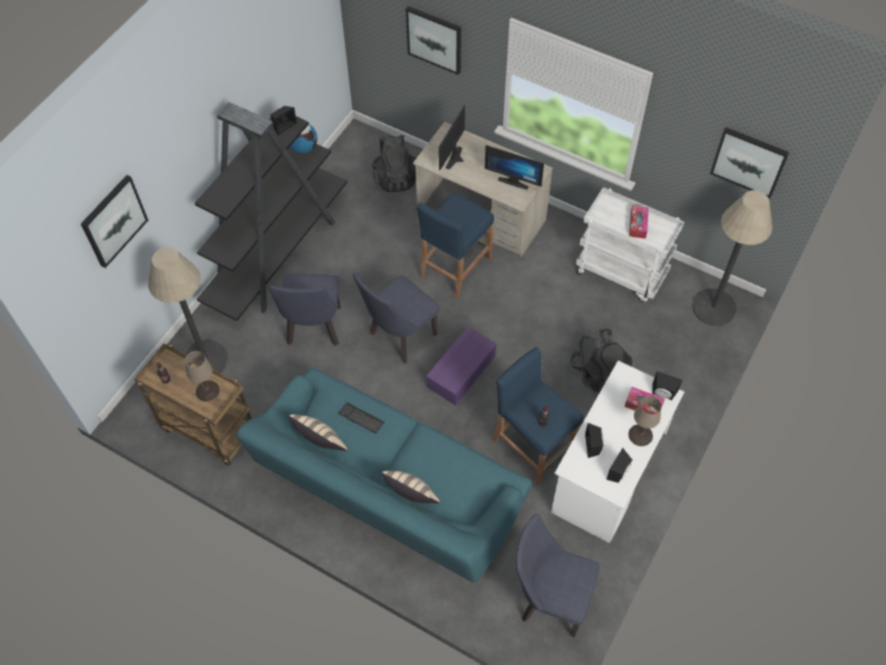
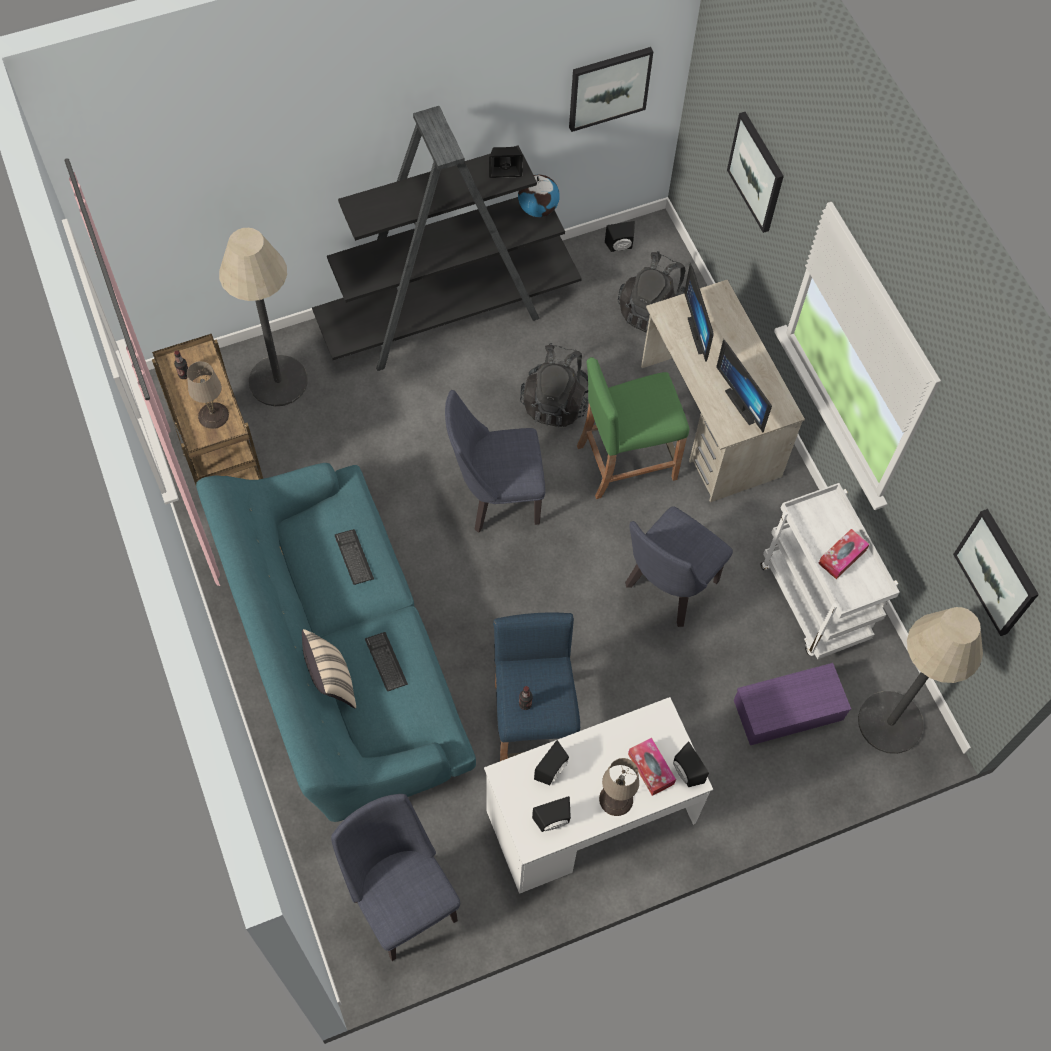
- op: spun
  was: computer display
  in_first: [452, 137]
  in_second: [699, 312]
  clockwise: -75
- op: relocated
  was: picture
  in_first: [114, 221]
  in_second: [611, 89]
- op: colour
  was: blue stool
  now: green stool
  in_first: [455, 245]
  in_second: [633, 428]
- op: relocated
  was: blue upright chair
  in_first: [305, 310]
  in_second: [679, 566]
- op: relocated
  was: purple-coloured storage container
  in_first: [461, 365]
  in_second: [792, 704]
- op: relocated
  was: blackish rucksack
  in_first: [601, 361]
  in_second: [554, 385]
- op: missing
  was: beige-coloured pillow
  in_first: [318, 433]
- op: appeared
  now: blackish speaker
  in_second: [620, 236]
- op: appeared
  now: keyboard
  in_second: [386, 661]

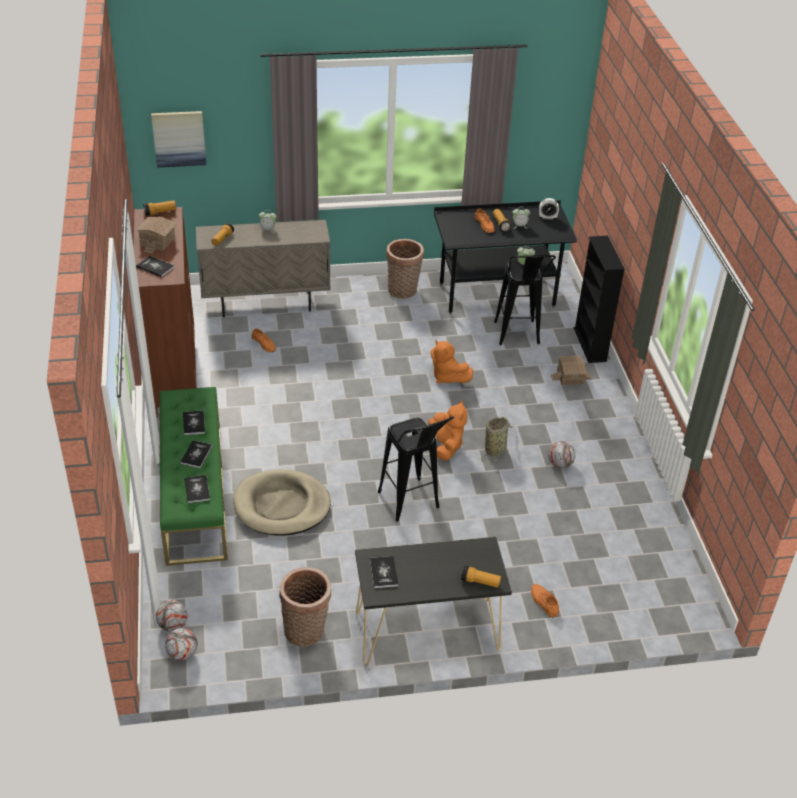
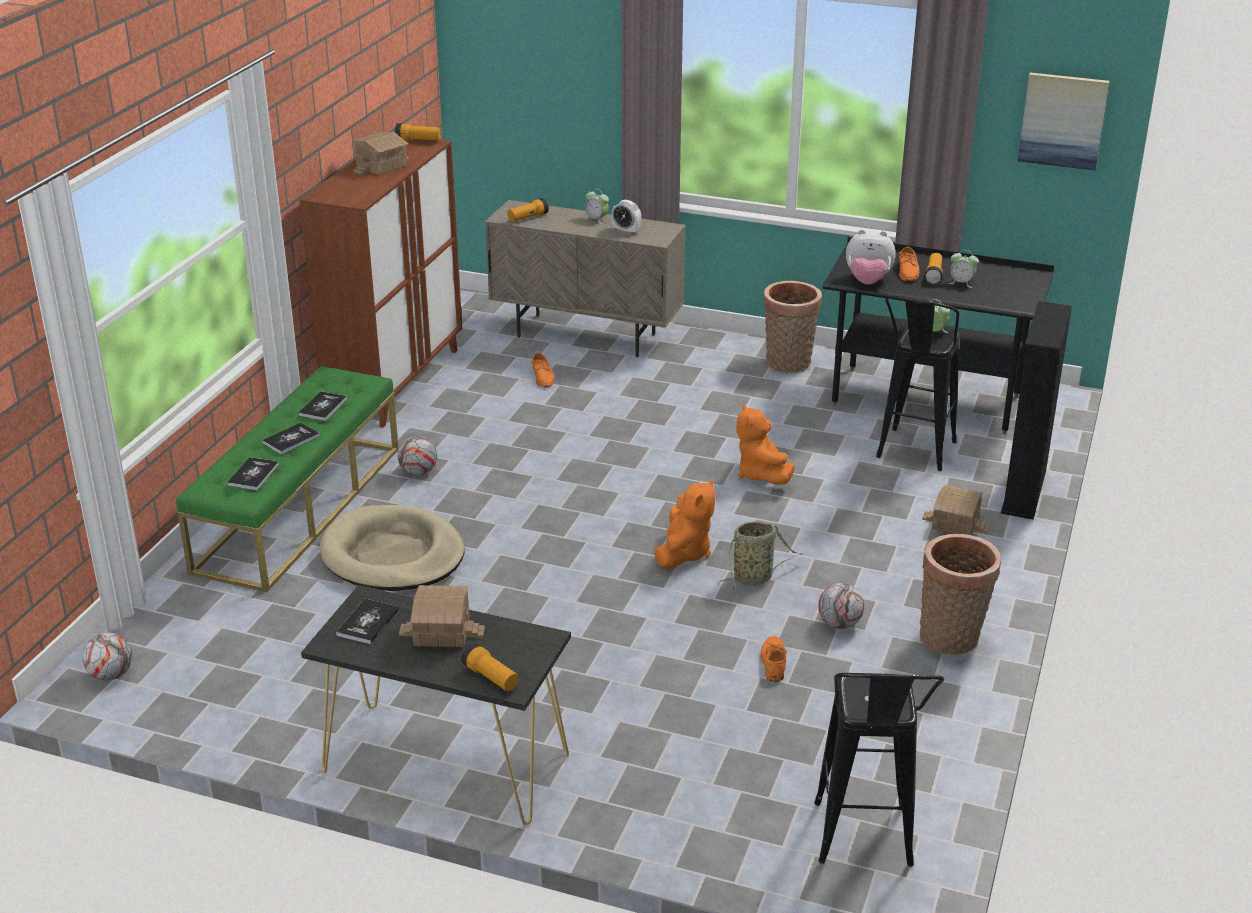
- op: relocated
  was: picture
  in_first: [178, 139]
  in_second: [1064, 122]
- op: relocated
  was: table clock
  in_first: [549, 209]
  in_second: [626, 217]
- op: missing
  was: book
  in_first: [155, 267]
- op: relocated
  was: blackish stool
  in_first: [416, 469]
  in_second: [879, 770]
- op: relocated
  was: storage basket
  in_first: [305, 607]
  in_second: [960, 594]
- op: relocated
  was: orangey item of footwear
  in_first: [545, 600]
  in_second: [773, 659]
- op: relocated
  was: football ball
  in_first: [171, 616]
  in_second: [417, 456]
- op: appeared
  now: plush toy
  in_second: [871, 257]
- op: appeared
  now: toy house
  in_second: [442, 616]

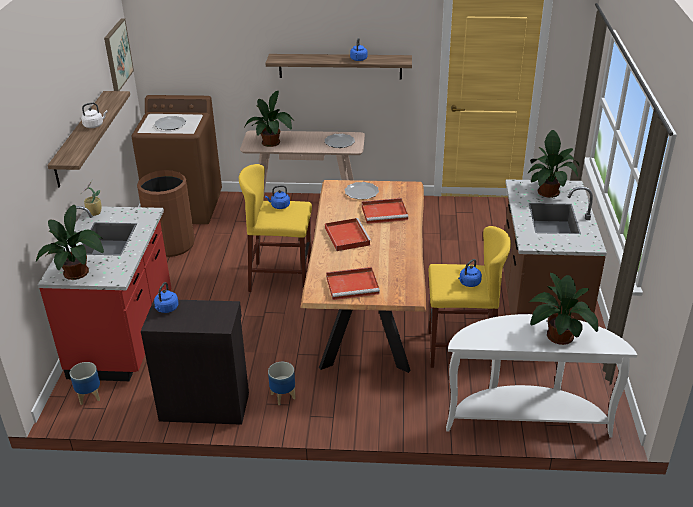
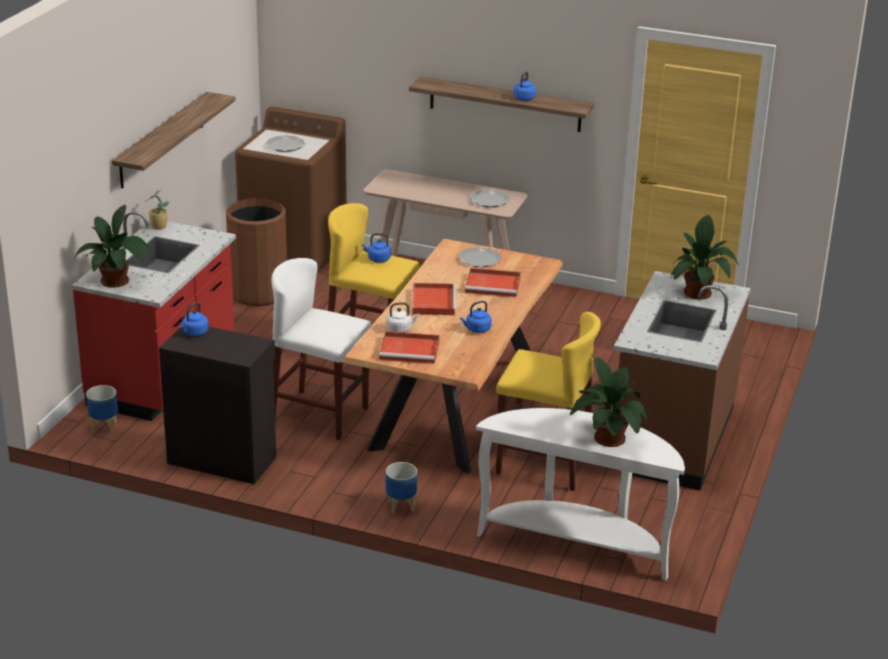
- op: missing
  was: picture
  in_first: [119, 54]
- op: missing
  was: houseplant
  in_first: [269, 119]
- op: relocated
  was: white-coloured tea kettle
  in_first: [94, 115]
  in_second: [402, 317]
- op: relocated
  was: blue tea kettle
  in_first: [470, 273]
  in_second: [476, 317]
- op: relocated
  was: plant pot
  in_first: [282, 383]
  in_second: [401, 488]
- op: appeared
  now: white-coloured stool
  in_second: [321, 349]

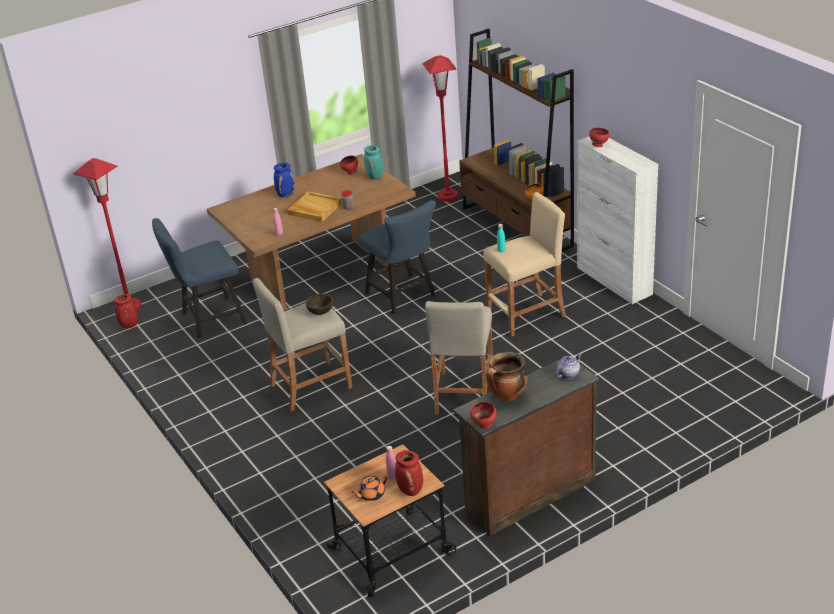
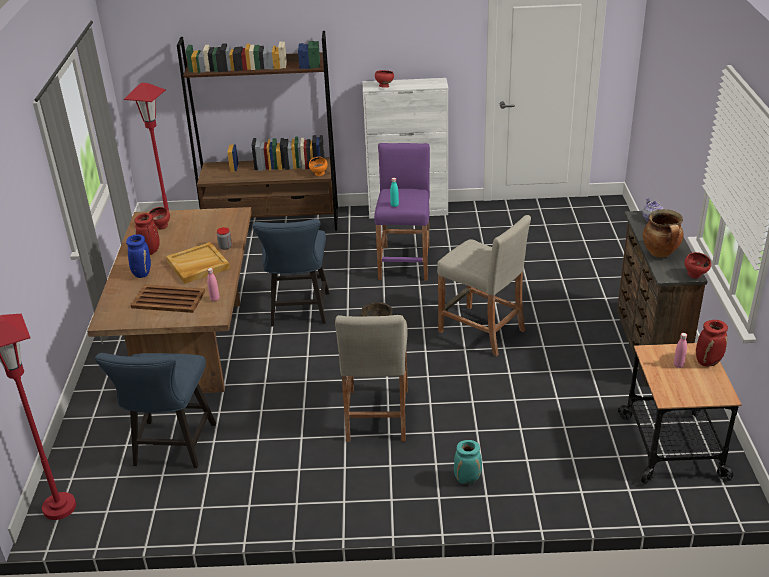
- op: relocated
  was: blue-green decorative vase
  in_first: [373, 162]
  in_second: [468, 462]
- op: colour
  was: beige-coloured stool
  now: purple-coloured stool
  in_first: [525, 264]
  in_second: [402, 212]
- op: spun
  was: blue upright chair
  in_first: [397, 257]
  in_second: [291, 273]
  clockwise: 90
- op: relocated
  was: red-coloured decorative vase
  in_first: [126, 311]
  in_second: [147, 234]
- op: missing
  was: orangey pot for tea
  in_first: [369, 488]
- op: appeared
  now: brown carrying tray
  in_second: [168, 298]

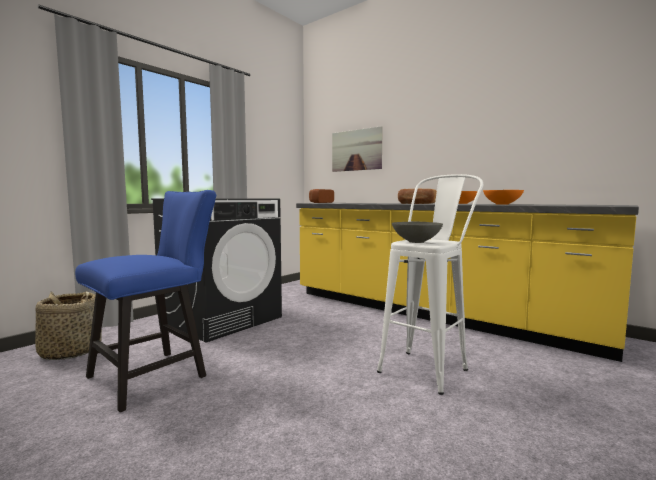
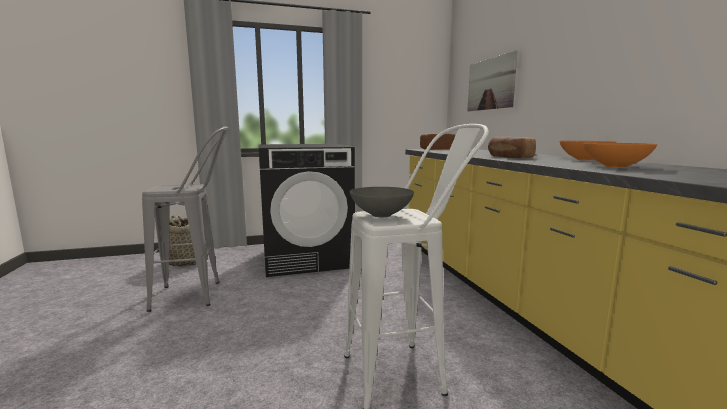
- op: exchanged
  was: blue upright chair
  now: greyish stool
  in_first: [145, 301]
  in_second: [185, 219]

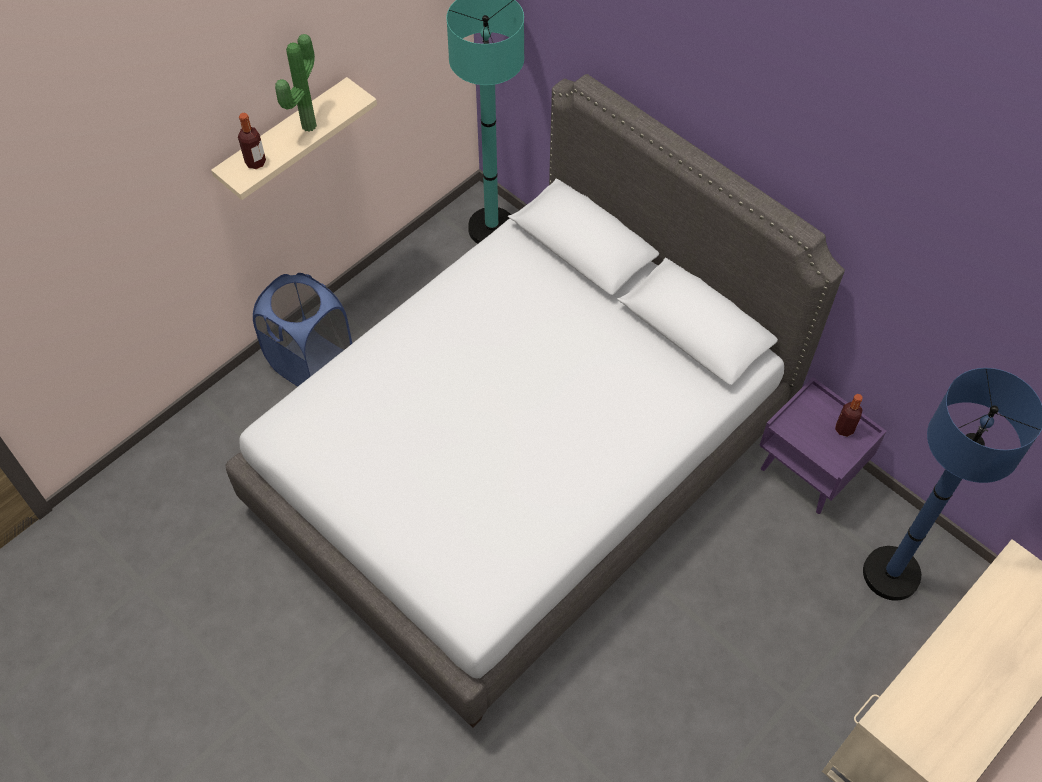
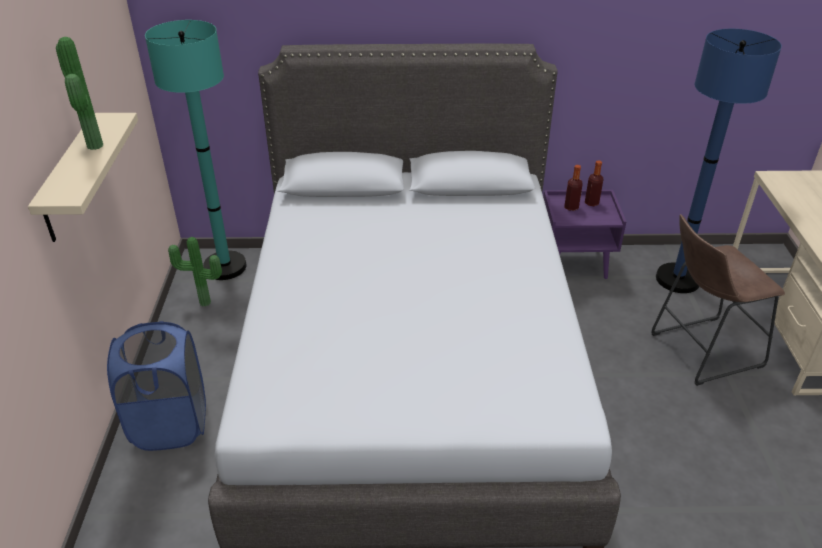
- op: relocated
  was: beverage bottle
  in_first: [252, 141]
  in_second: [573, 188]
- op: appeared
  now: brown stool
  in_second: [718, 300]
- op: appeared
  now: houseplant
  in_second: [195, 271]

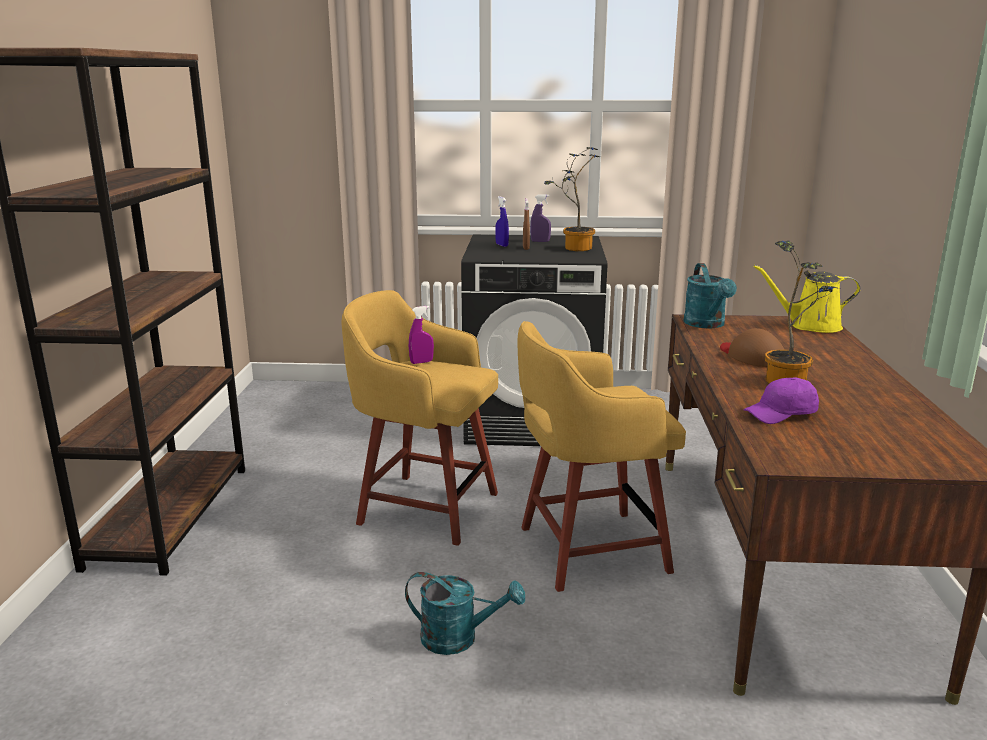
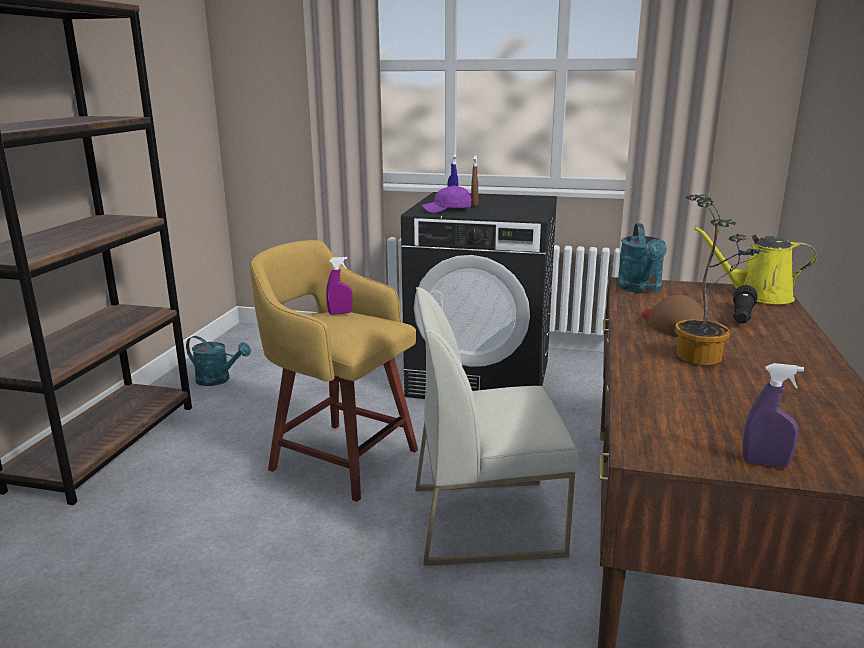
- op: missing
  was: houseplant
  in_first: [572, 199]
- op: relocated
  was: purple-coloured spray bottle
  in_first: [540, 218]
  in_second: [773, 415]
- op: exchanged
  was: yellow-coloured stool
  now: white-coloured upright chair
  in_first: [602, 456]
  in_second: [496, 426]
- op: relocated
  was: purple-coloured cap
  in_first: [781, 400]
  in_second: [447, 199]
- op: relocated
  was: blue-green watering can
  in_first: [465, 613]
  in_second: [218, 361]
- op: appeared
  now: blackish flashlight
  in_second: [745, 304]

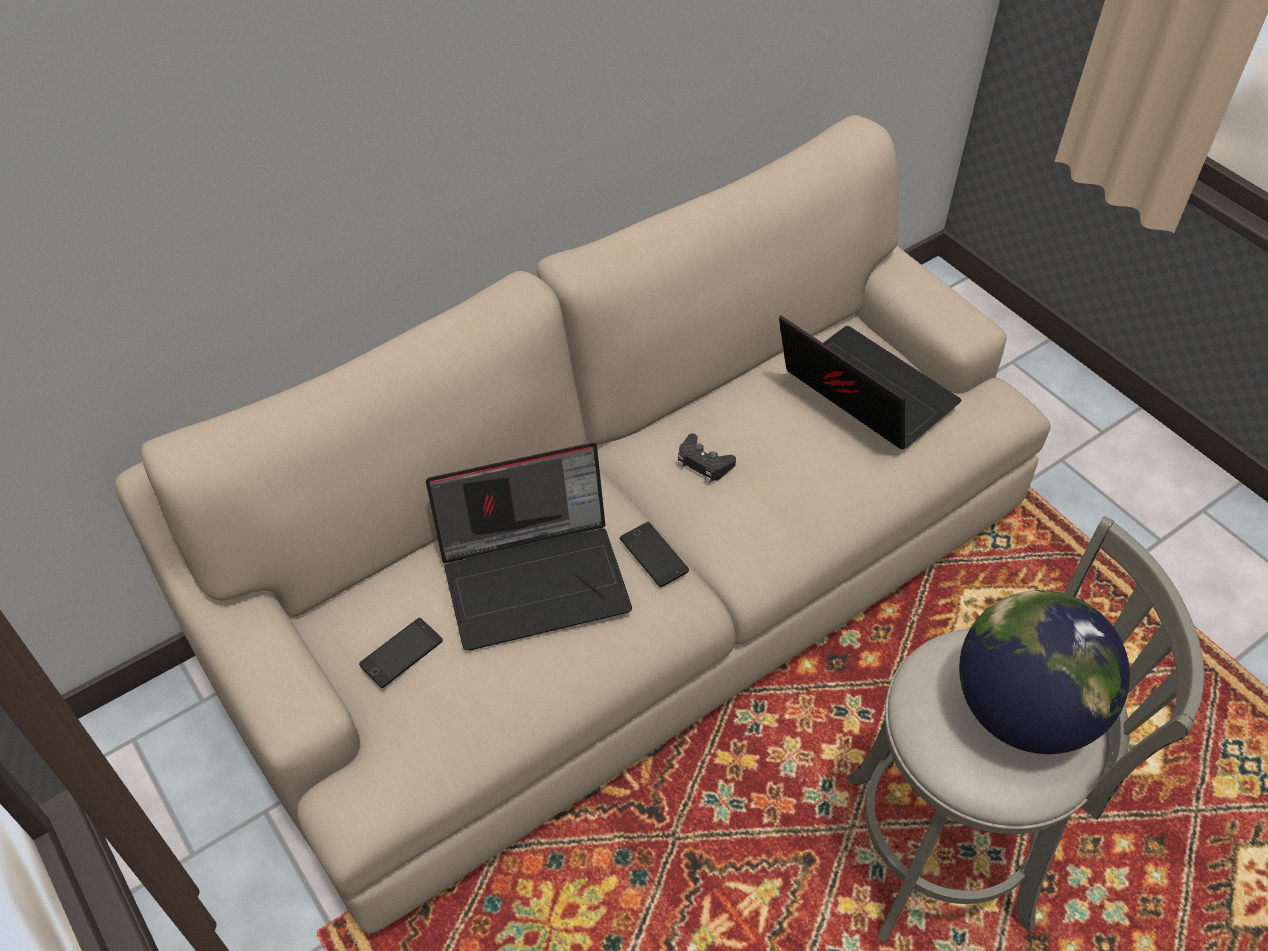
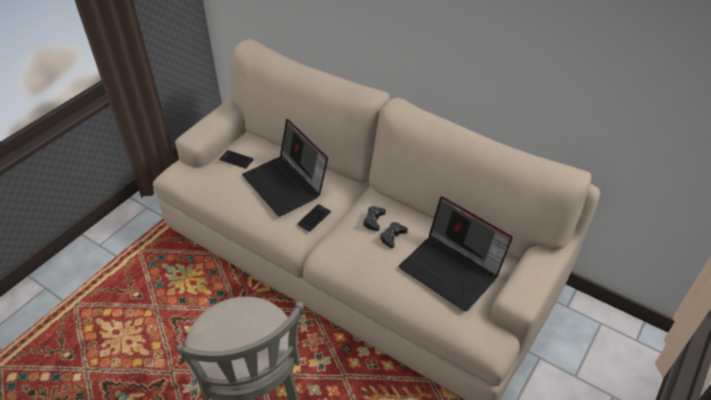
- op: spun
  was: laptop
  in_first: [870, 382]
  in_second: [455, 253]
  clockwise: 105
- op: missing
  was: desk globe
  in_first: [1044, 672]
- op: appeared
  now: blackish joypad
  in_second: [394, 235]

